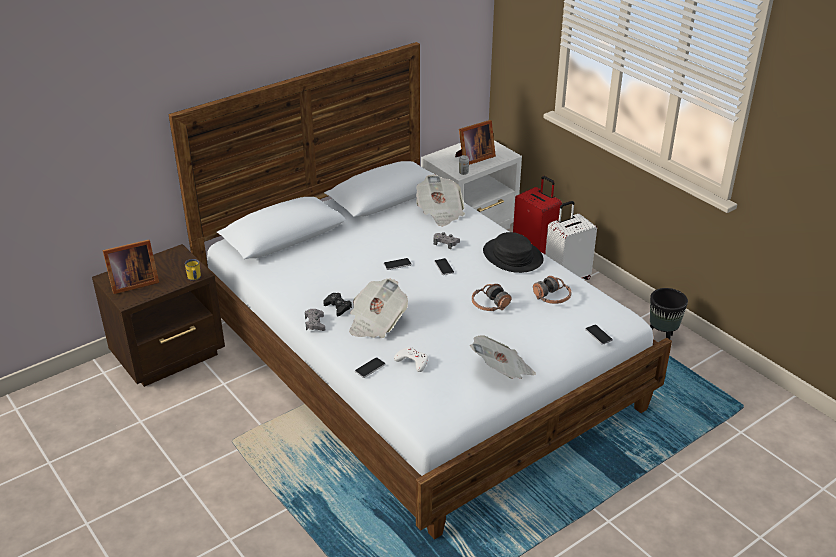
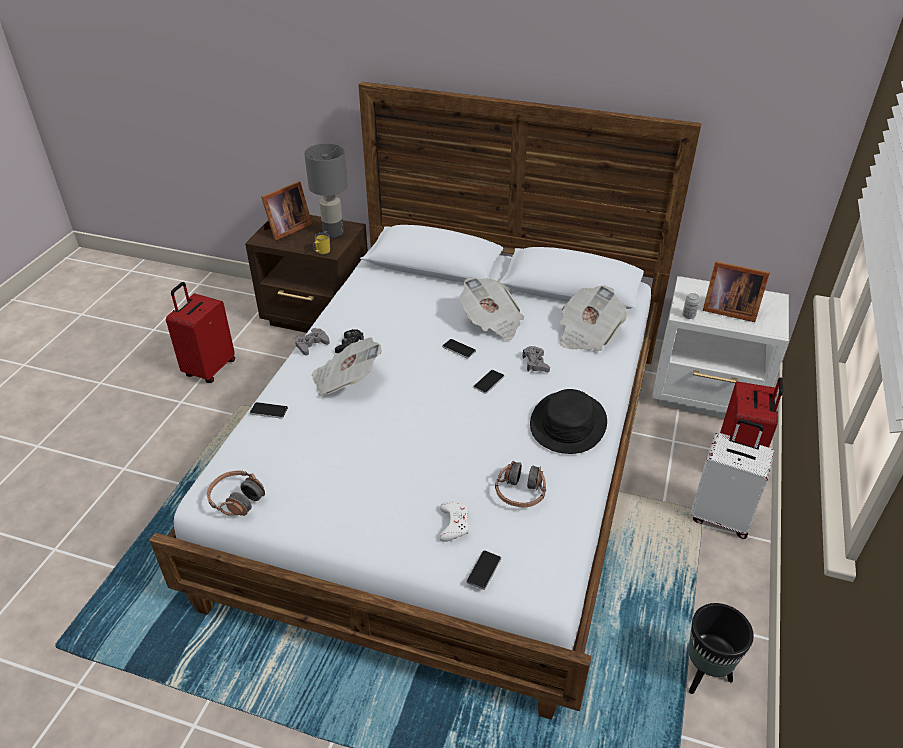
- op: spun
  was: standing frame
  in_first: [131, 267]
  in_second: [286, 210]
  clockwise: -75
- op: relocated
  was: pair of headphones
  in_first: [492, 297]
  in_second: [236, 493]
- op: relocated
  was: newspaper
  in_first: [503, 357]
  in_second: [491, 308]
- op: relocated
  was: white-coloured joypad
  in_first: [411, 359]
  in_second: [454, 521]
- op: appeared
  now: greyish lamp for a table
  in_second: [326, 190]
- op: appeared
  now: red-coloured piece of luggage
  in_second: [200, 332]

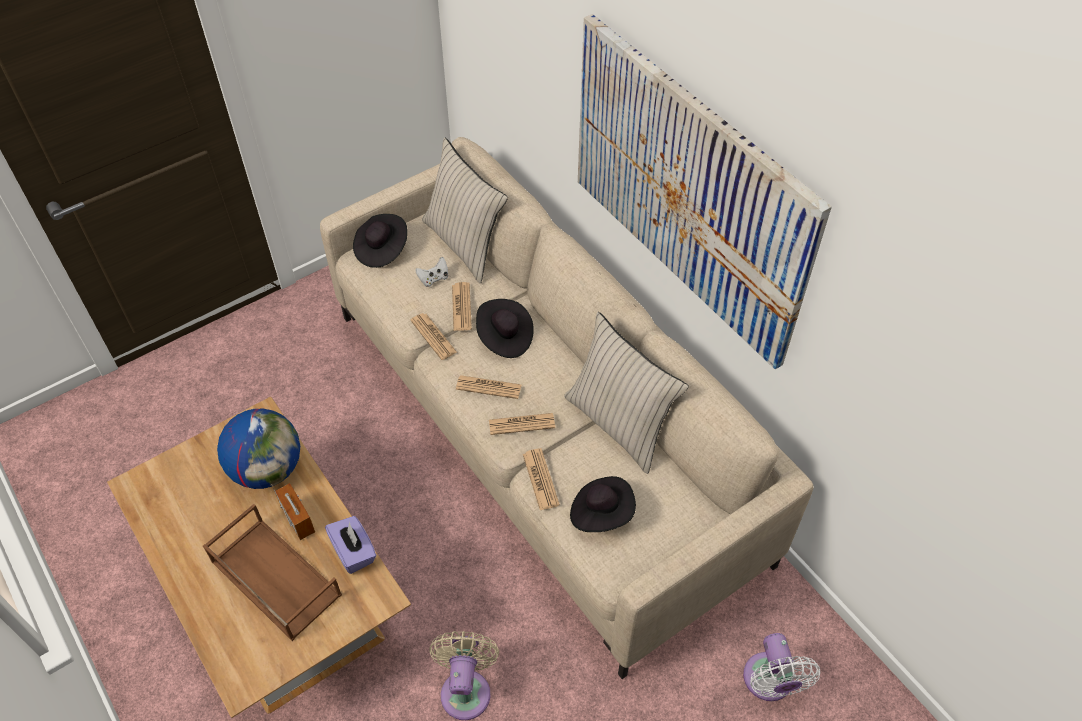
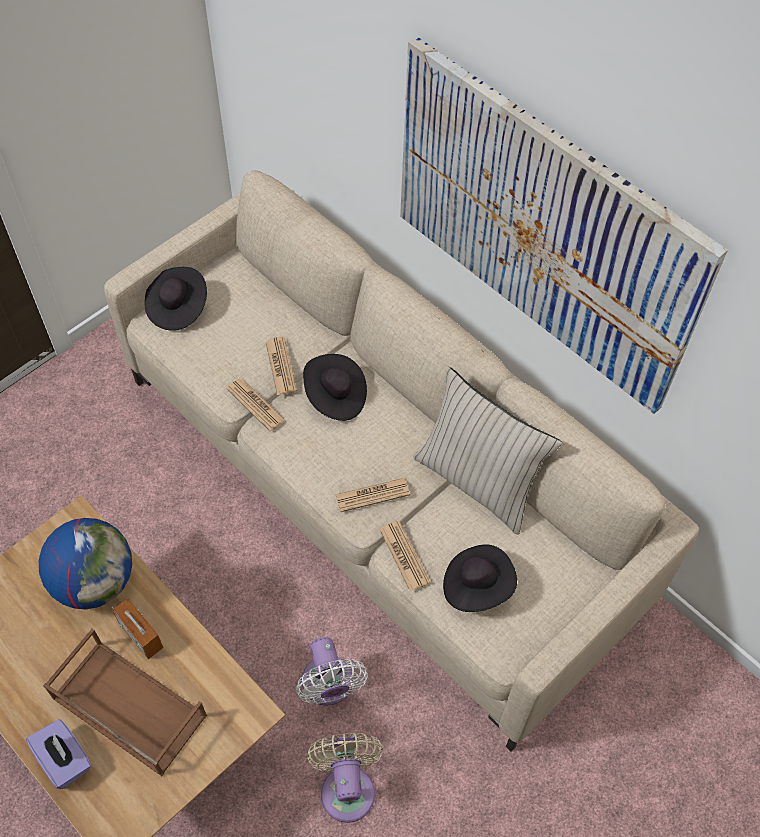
- op: missing
  was: beige-coloured pillow
  in_first: [465, 210]
- op: missing
  was: white-coloured joypad
  in_first: [431, 272]
- op: missing
  was: newspaper
  in_first: [488, 387]
- op: relocated
  was: purple-coloured tissue holder
  in_first: [351, 545]
  in_second: [58, 754]
- op: relocated
  was: white-coloured electric fan
  in_first: [781, 667]
  in_second: [332, 671]

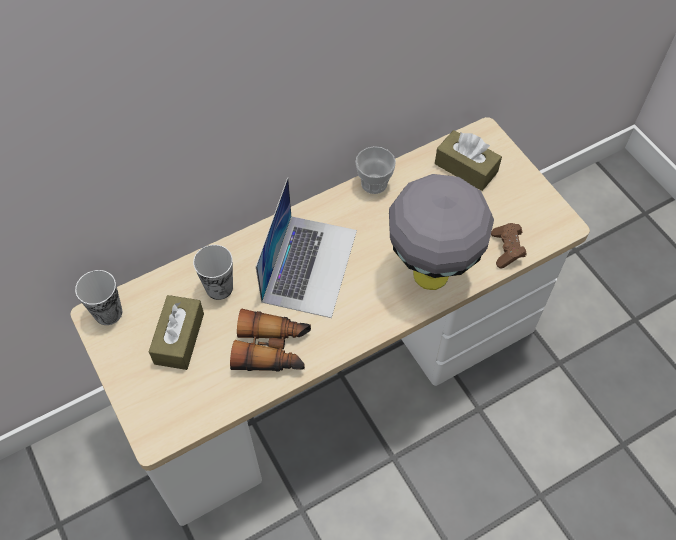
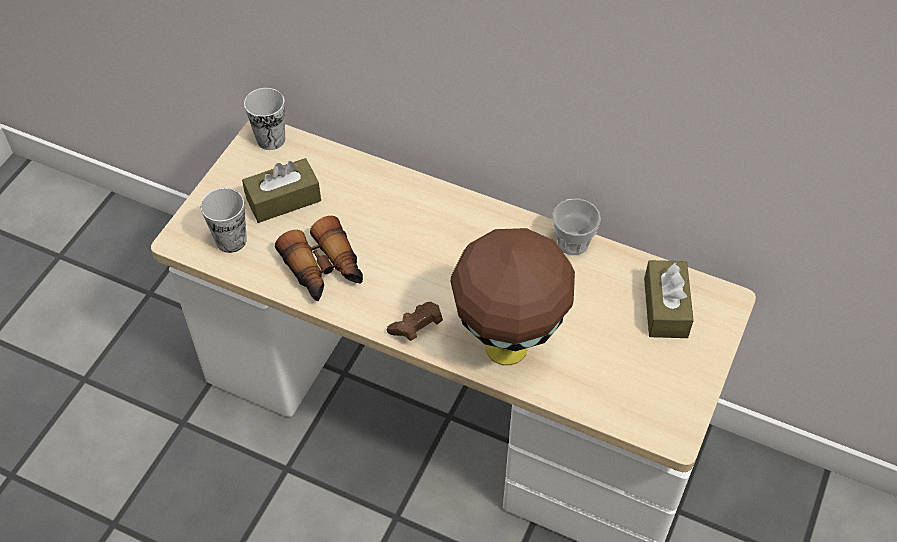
- op: colour
  was: greyish lamp for a table
  now: brown lamp for a table
  in_first: [441, 232]
  in_second: [513, 297]
- op: missing
  was: laptop
  in_first: [306, 247]
- op: relocated
  was: brown joypad
  in_first: [509, 246]
  in_second: [415, 321]
- op: relocated
  was: drinking cup
  in_first: [213, 272]
  in_second: [224, 220]

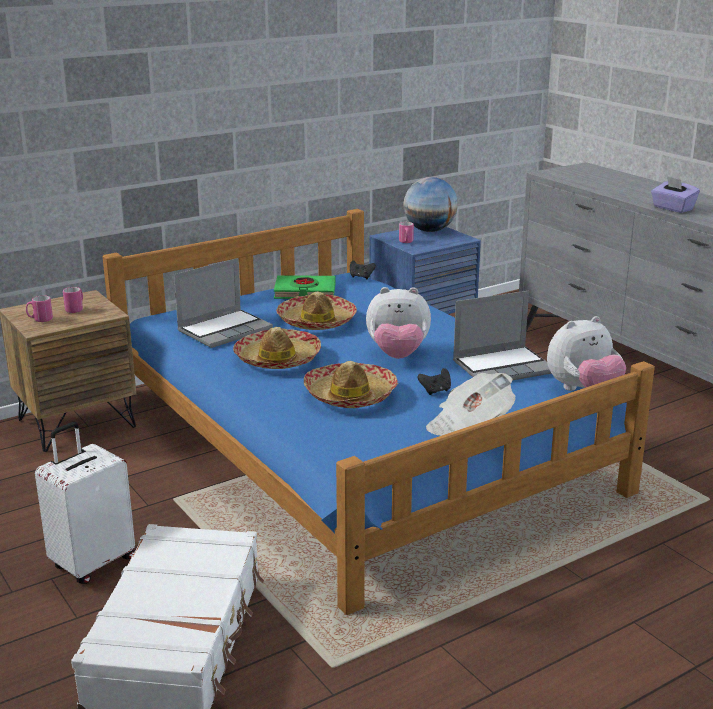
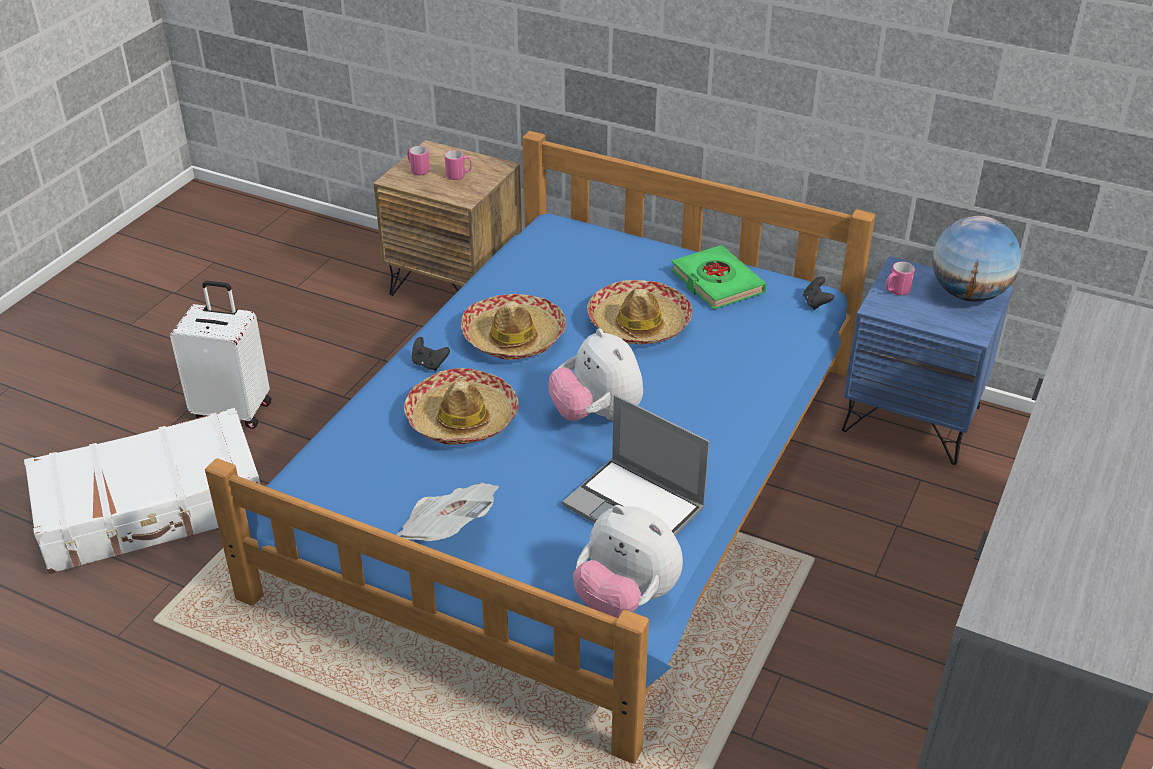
- op: missing
  was: purple-coloured tissue holder
  in_first: [675, 194]
- op: missing
  was: laptop
  in_first: [223, 303]
- op: relocated
  was: blackish joypad
  in_first: [434, 381]
  in_second: [431, 354]

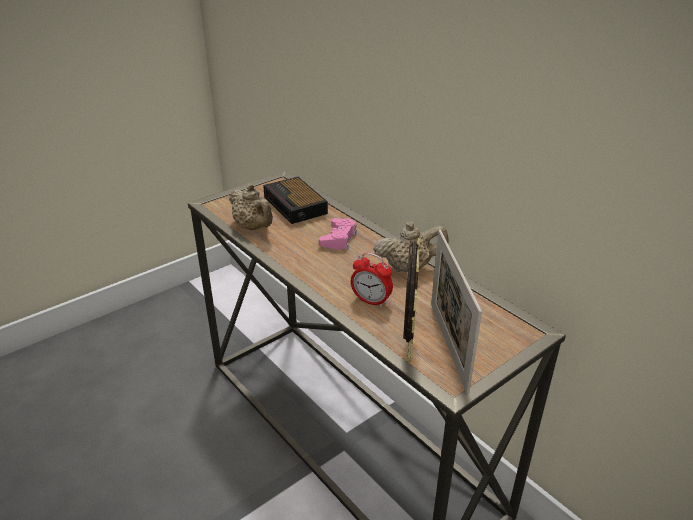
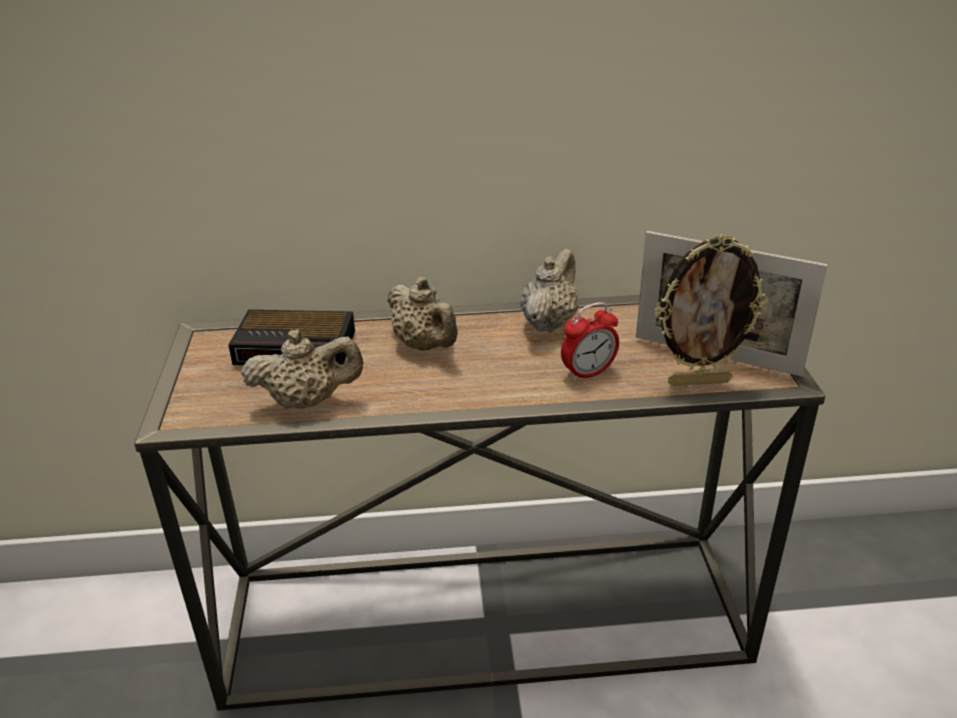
- op: exchanged
  was: pink-coloured joypad
  now: beige-coloured pot for tea
  in_first: [338, 234]
  in_second: [422, 314]
- op: spun
  was: standing frame
  in_first: [411, 300]
  in_second: [711, 310]
  clockwise: 135

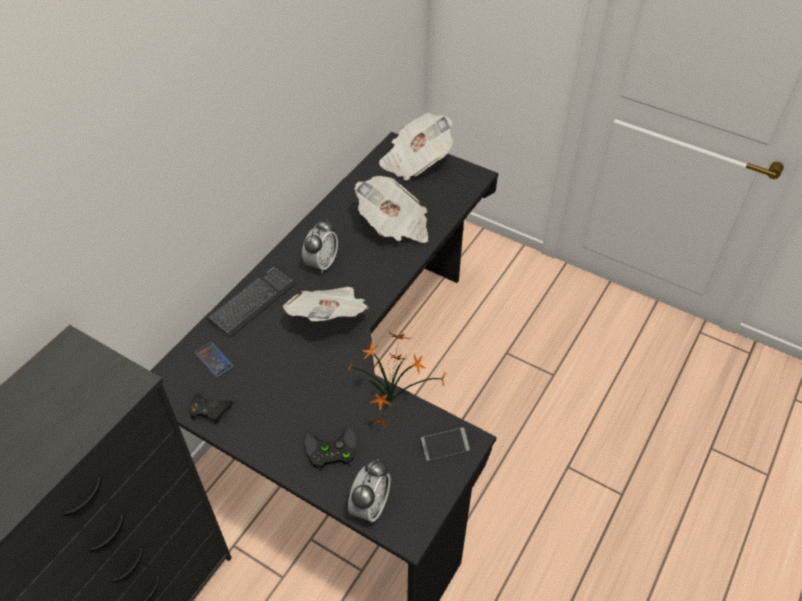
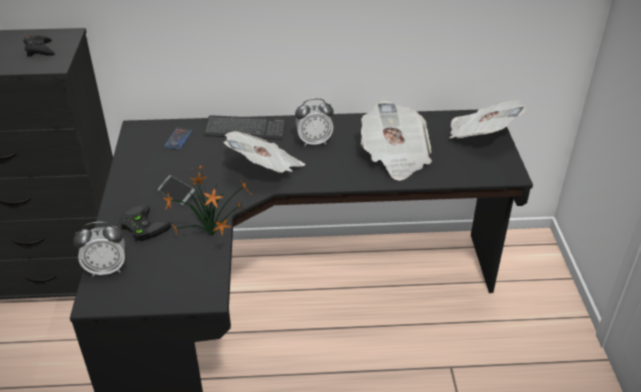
- op: relocated
  was: blackish joypad
  in_first: [211, 409]
  in_second: [39, 46]
- op: relocated
  was: handset
  in_first: [445, 444]
  in_second: [176, 190]

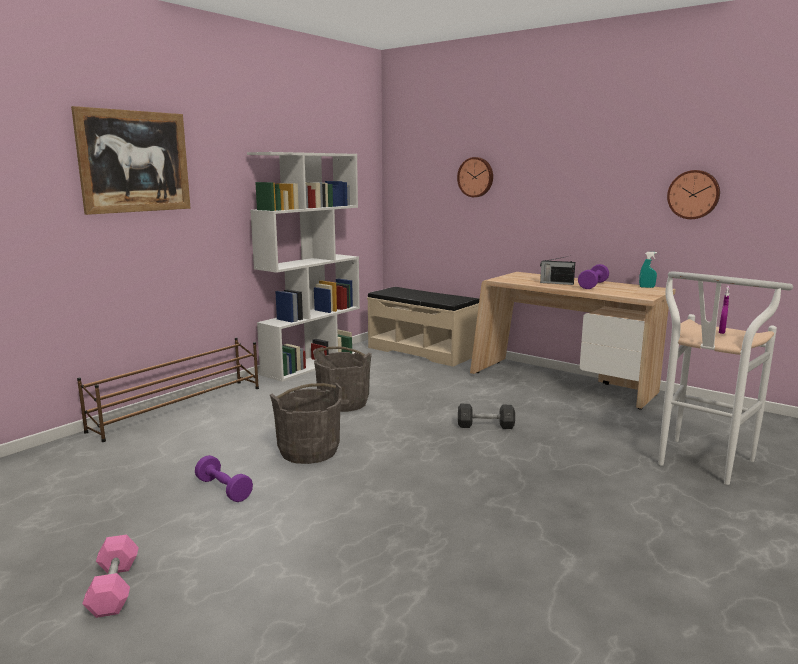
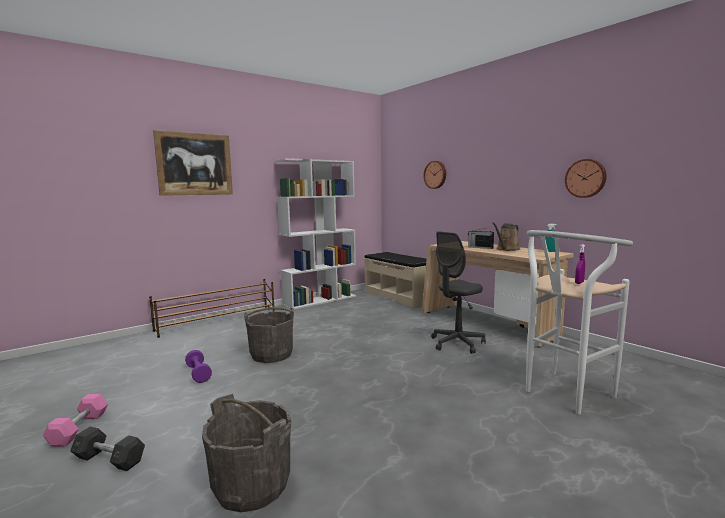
- op: exchanged
  was: purple-coloured hand weight
  now: brown watering can
  in_first: [593, 276]
  in_second: [506, 237]
- op: relocated
  was: greyish bucket
  in_first: [342, 379]
  in_second: [246, 453]
- op: relocated
  was: greyish hand weight
  in_first: [486, 416]
  in_second: [107, 448]
- op: appeared
  now: greyish computer chair
  in_second: [458, 292]

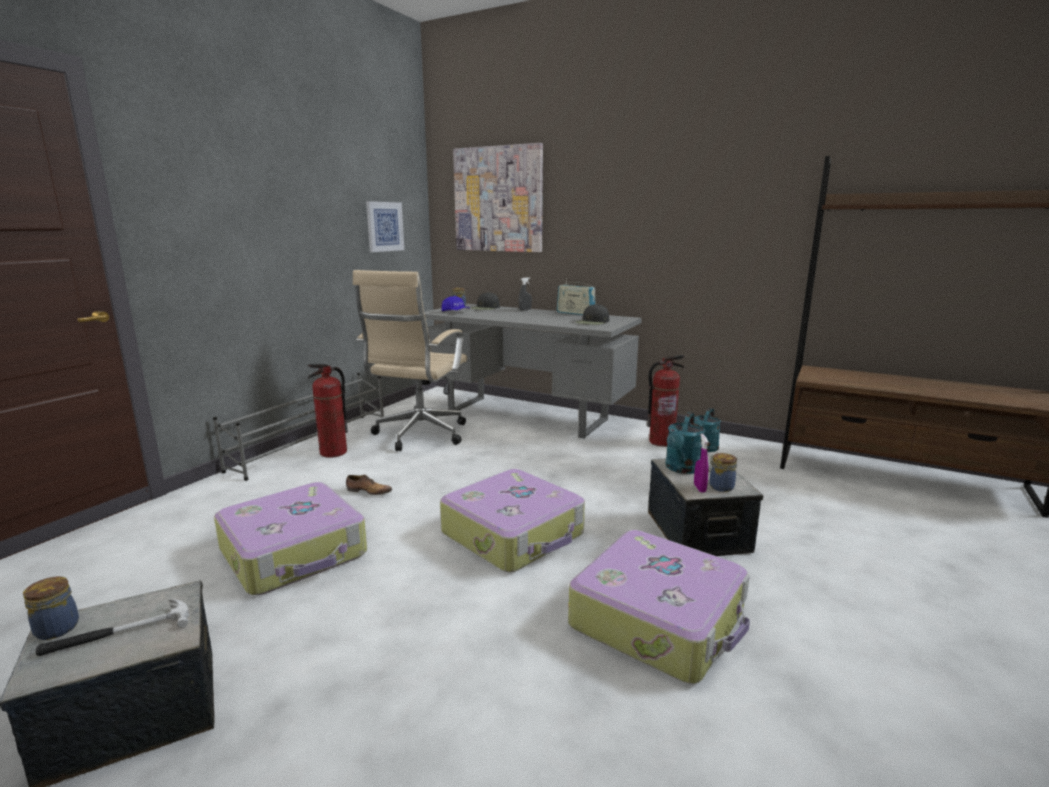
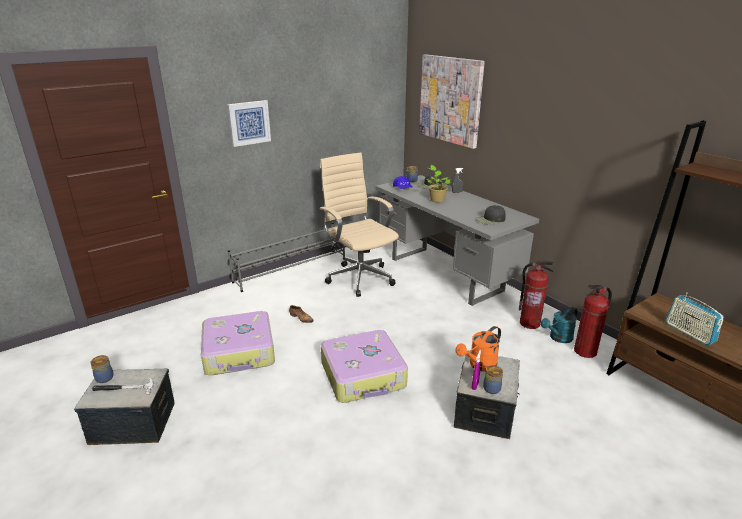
- op: relocated
  was: picture
  in_first: [385, 226]
  in_second: [249, 123]
- op: spun
  was: beige-coloured computer chair
  in_first: [410, 360]
  in_second: [359, 224]
  clockwise: 105
- op: relocated
  was: radio receiver
  in_first: [576, 297]
  in_second: [694, 318]
- op: relocated
  was: fire-fighting cylinder
  in_first: [327, 411]
  in_second: [593, 321]
- op: colour
  was: blue-green watering can
  now: orangey watering can
  in_first: [685, 443]
  in_second: [478, 349]
- op: missing
  was: piece of luggage
  in_first: [659, 607]
- op: appeared
  now: houseplant
  in_second: [438, 183]

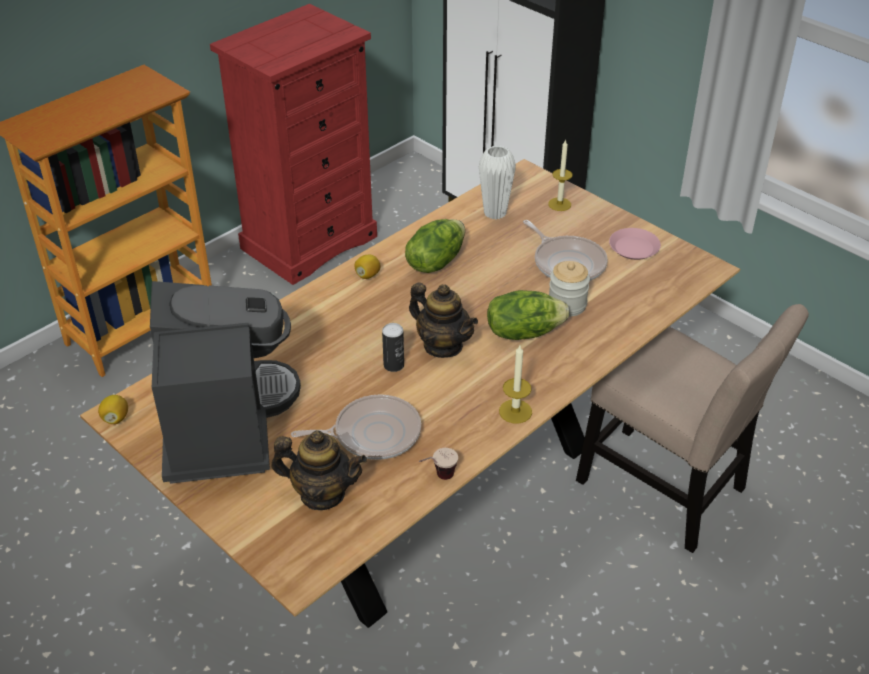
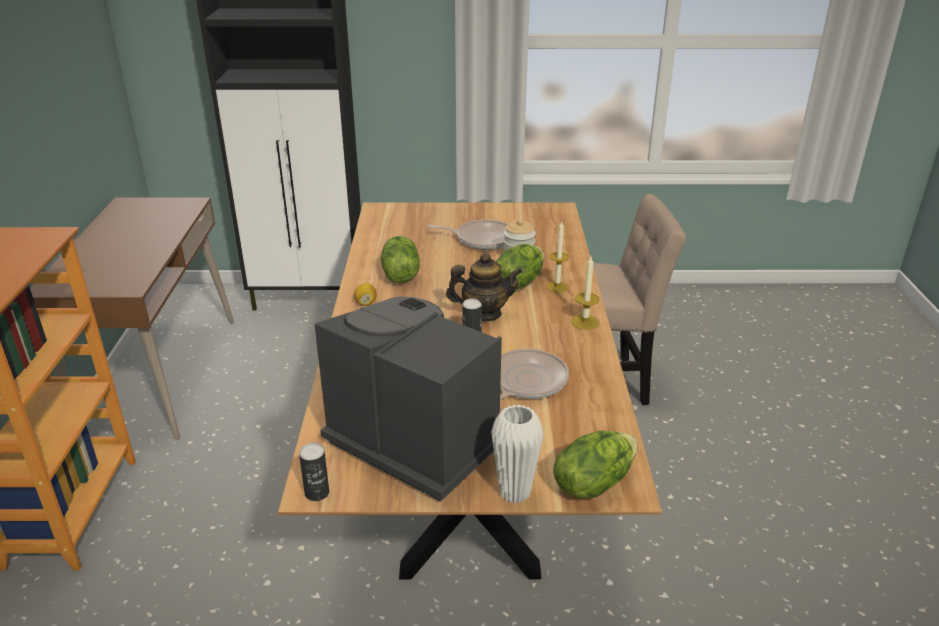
- op: exchanged
  was: red-coloured dresser
  now: brown desk
  in_first: [293, 144]
  in_second: [132, 318]
- op: relocated
  was: wax candle
  in_first: [560, 175]
  in_second: [557, 257]
- op: relocated
  was: white-coloured decorative vase
  in_first: [497, 182]
  in_second: [517, 454]
- op: missing
  was: pink-coloured plate
  in_first: [635, 244]
- op: exchanged
  was: citrus fruit
  now: metal can
  in_first: [113, 409]
  in_second: [314, 472]
- op: missing
  was: pot for tea
  in_first: [319, 470]
- op: missing
  was: drinking cup
  in_first: [438, 464]
- op: appeared
  now: lettuce head
  in_second: [595, 464]

